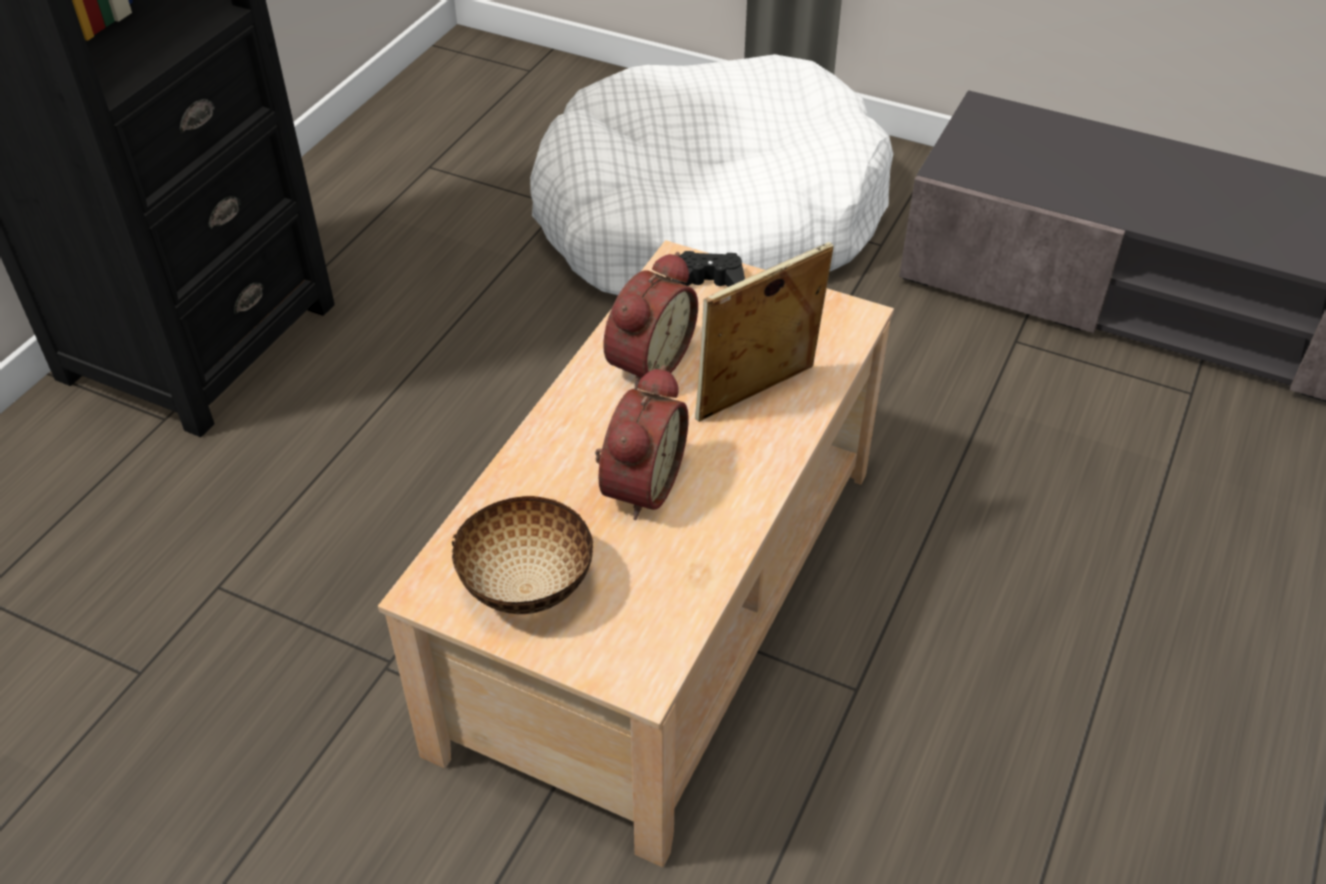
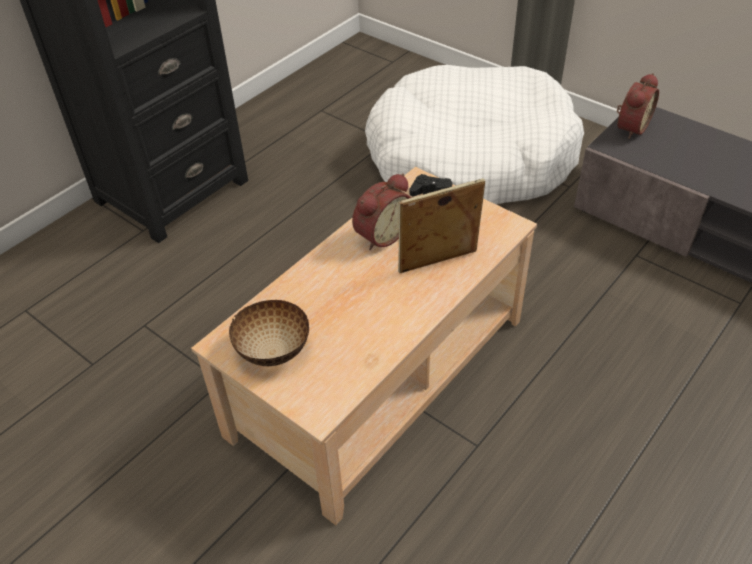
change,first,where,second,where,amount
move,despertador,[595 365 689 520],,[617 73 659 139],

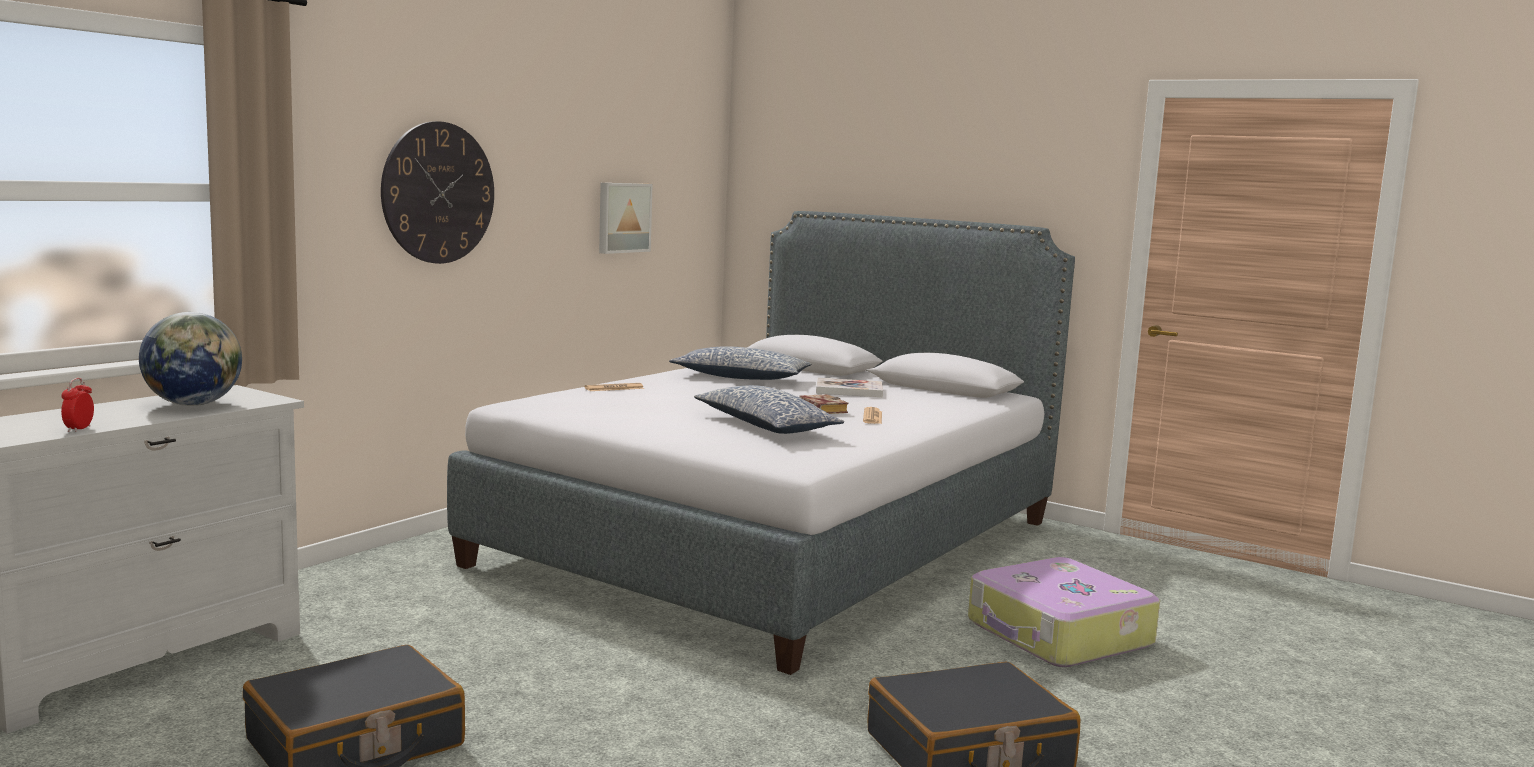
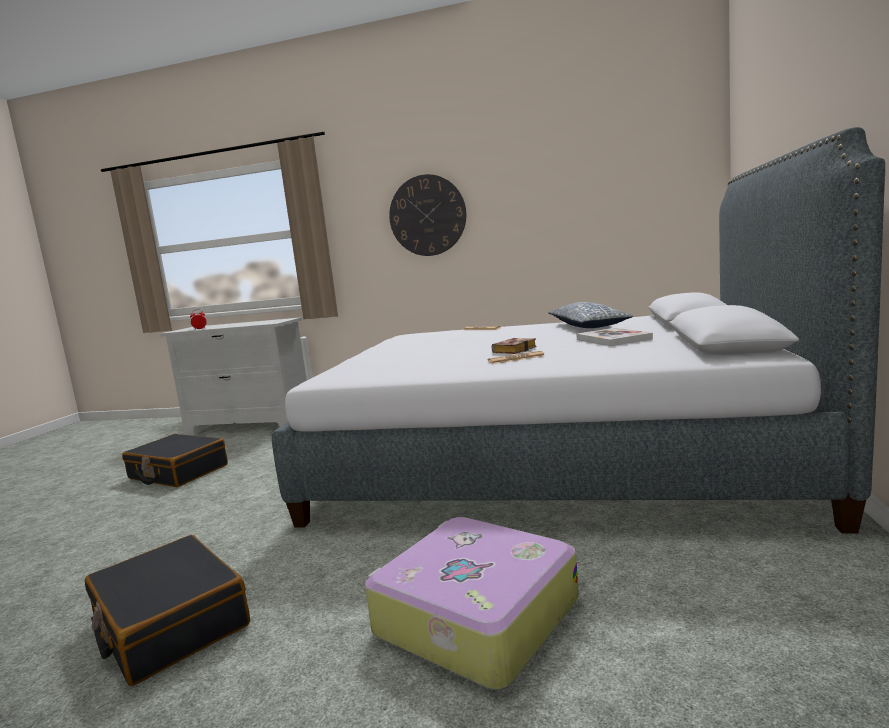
change,first,where,second,where,amount
delete,globo terráqueo,[139 312 242 406],,,
delete,cuadro,[599 183 653 254],,,
delete,cojín,[694 385 844 434],,,

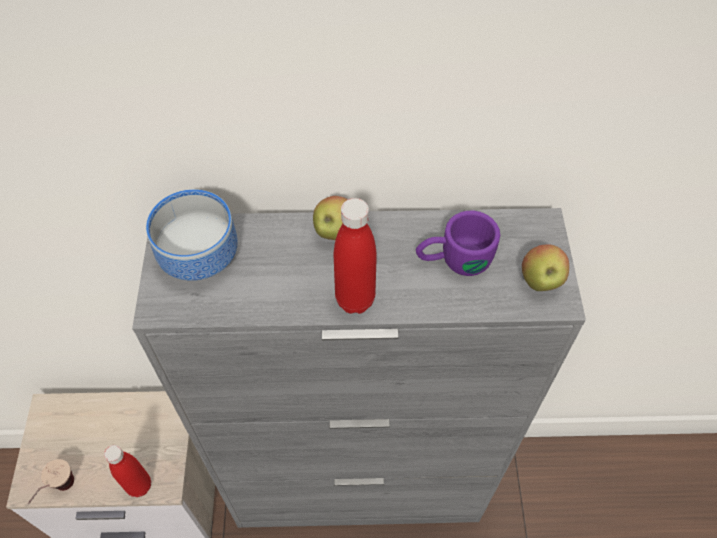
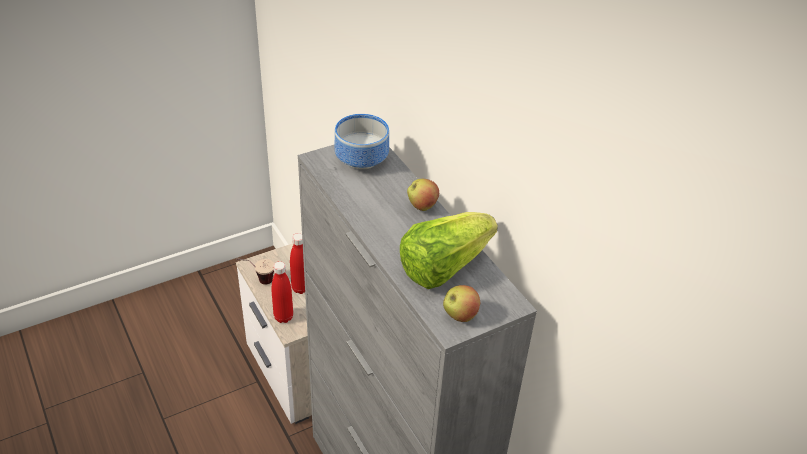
change,first,where,second,where,amount
move,botella [rojo],[334 198 377 314],,[290 233 305 294],
replace,taza grande [morado],[416 211 500 276],lechuga,[400 212 498 289],

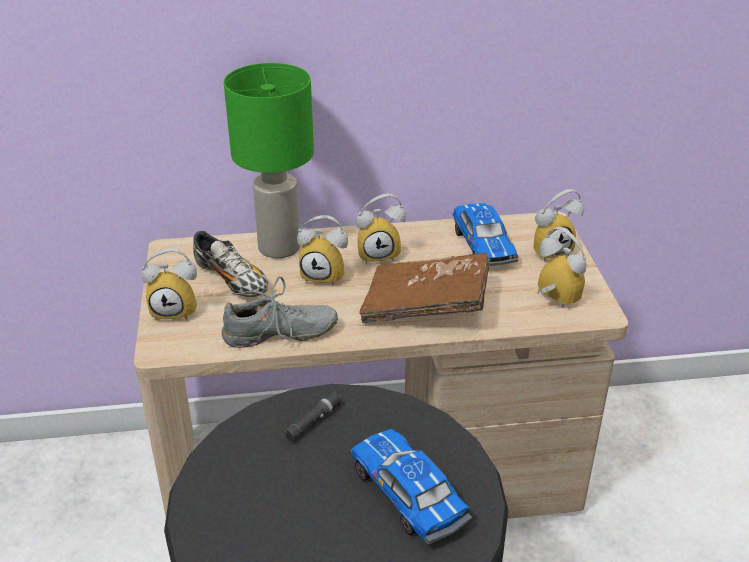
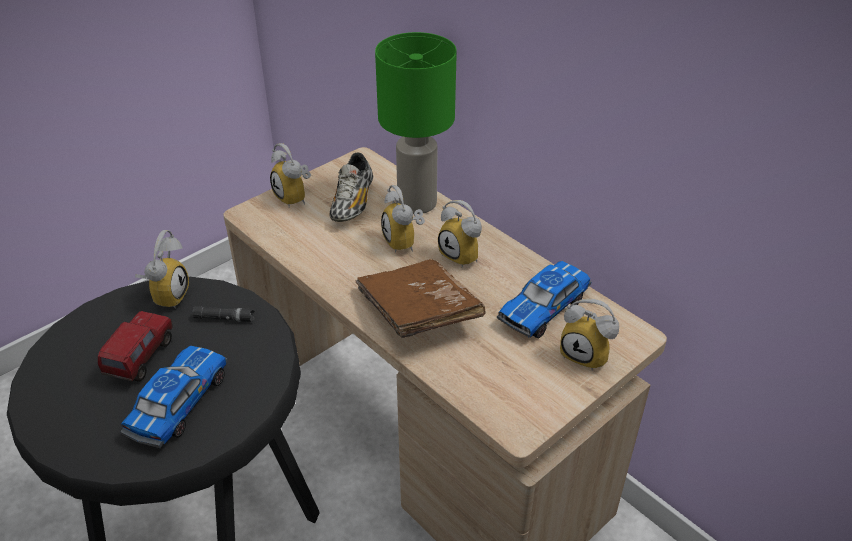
change,first,where,second,where,amount
insert,,,camión de juguete,[98 311 173 382],
move,despertador,[537 227 587 308],,[135 230 189 309],
delete,zapato [gris],[221 276 338 348],,,

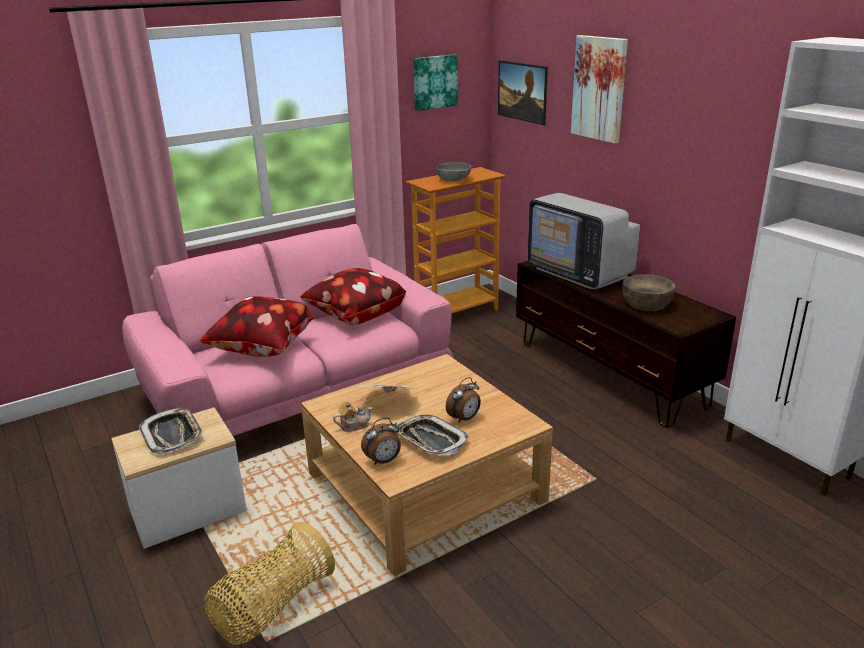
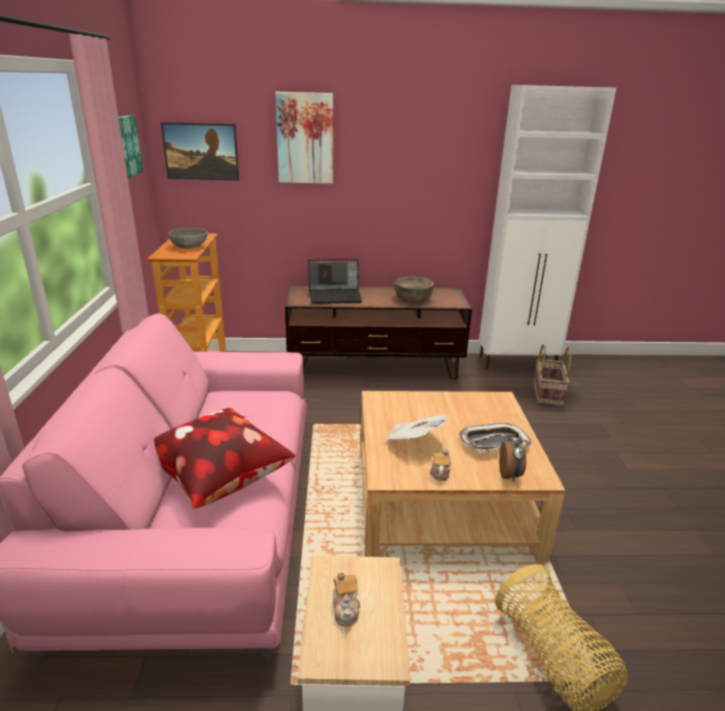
change,first,where,second,where,amount
replace,televisor,[528 193 640 289],portátil,[308 259 362 304],
replace,bandeja,[139 408 203 454],tetera,[333 571 360 626],
insert,,,cesta,[533 344 572 407],
delete,cojín,[300 268 406 325],,,
delete,despertador,[446 377 481 423],,,

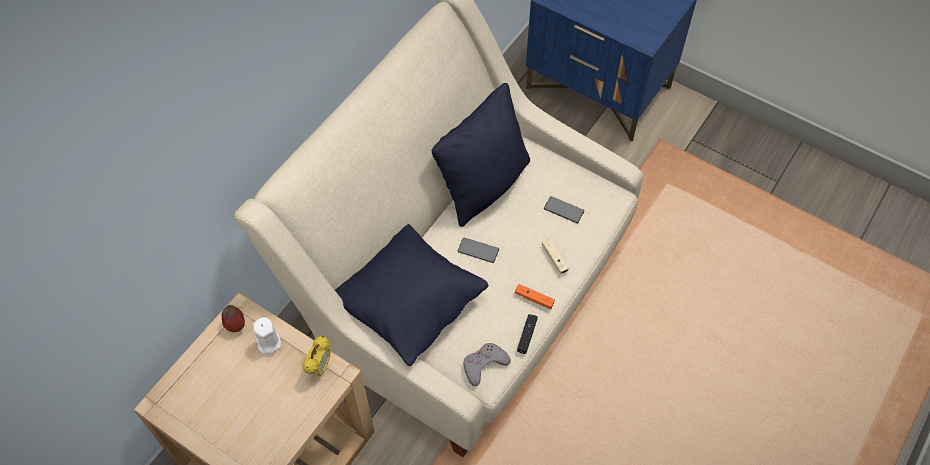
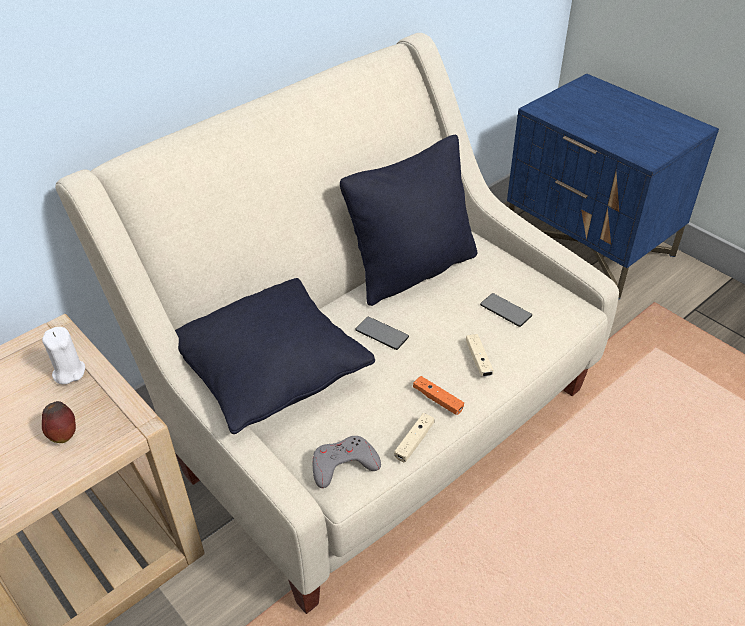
change,first,where,second,where,amount
move,manzana,[222 305 245 332],,[42 401 76 443],
recolor,mando de consola [negro],[517 314 537 354],mando de consola [beis],[394 413 434 463],
delete,despertador,[302 336 330 376],,,

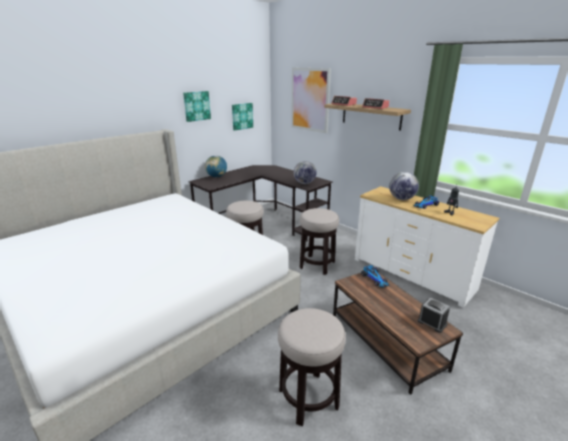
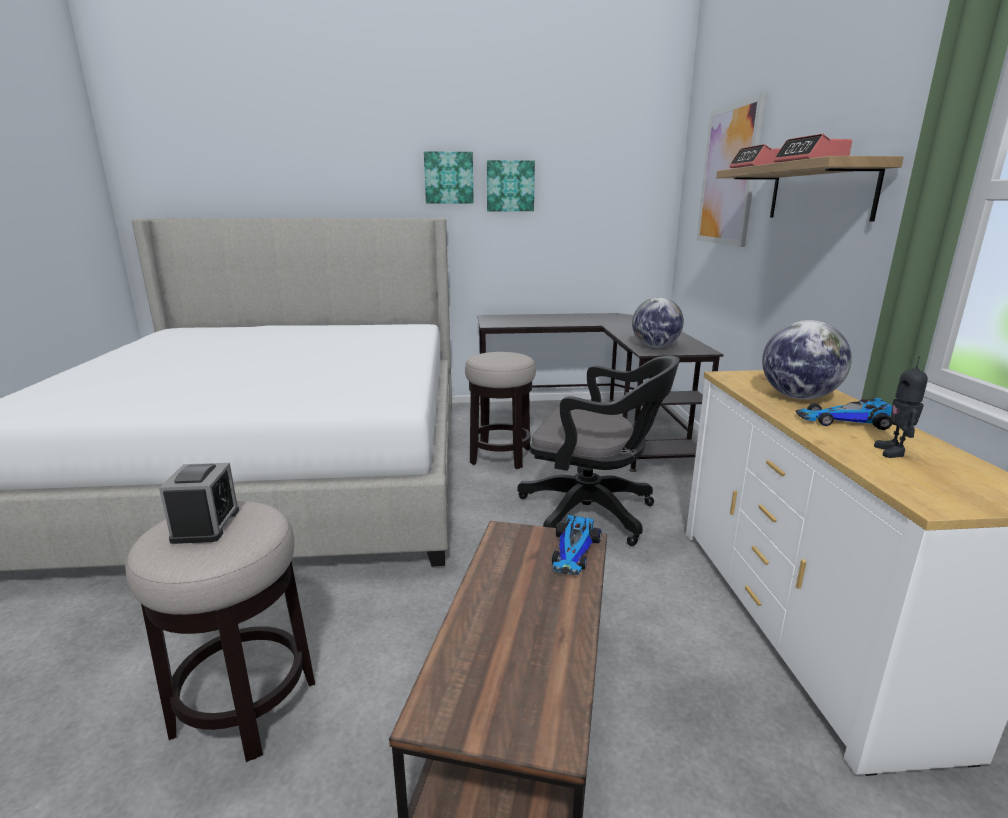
change,first,where,second,where,amount
move,despertador,[417 298 450 333],,[159 463 239 544],
move,cuadro,[232 103 253 130],,[424 151 474 204],
replace,taburete,[300 208 339 275],silla de oficina [negro],[517 356 680 546],
delete,globo terráqueo,[205 155 227 177],,,

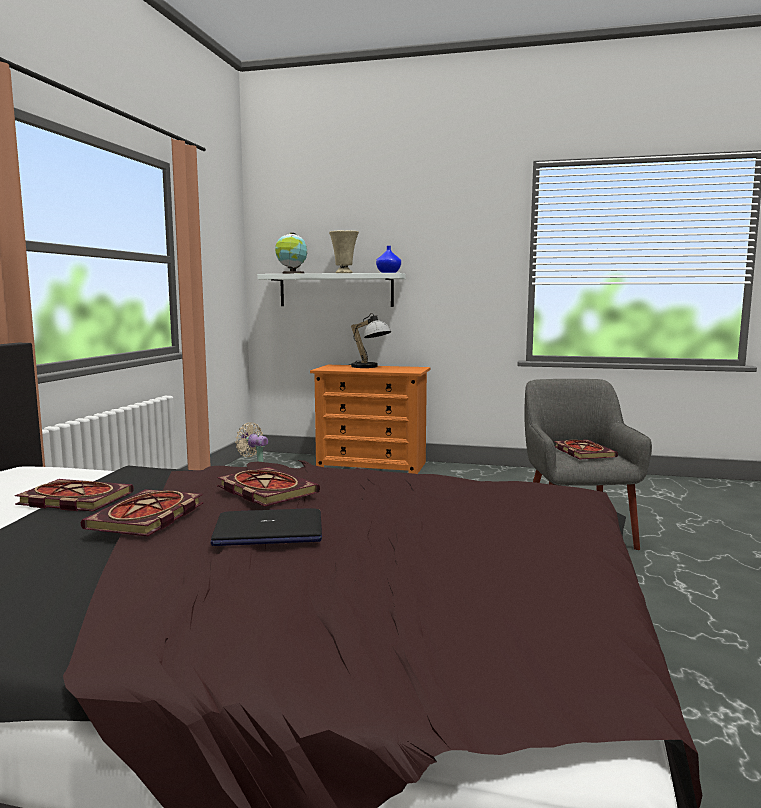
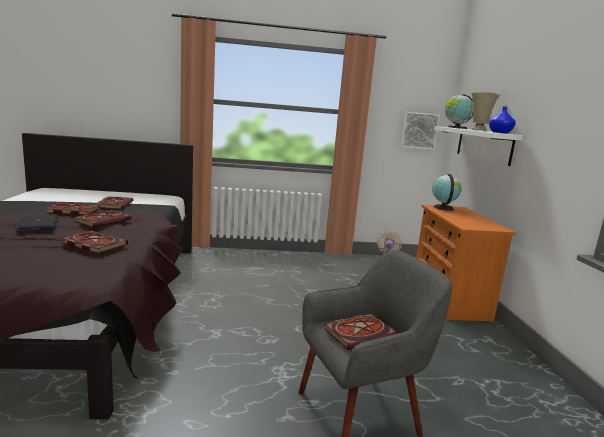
change,first,where,second,where,amount
insert,,,libro,[61 231 128 254],
insert,,,cuadro,[400 112 440 150],
insert,,,globo terráqueo,[432 174 462 211],
delete,lámpara de mesa,[349 313 391 368],,,

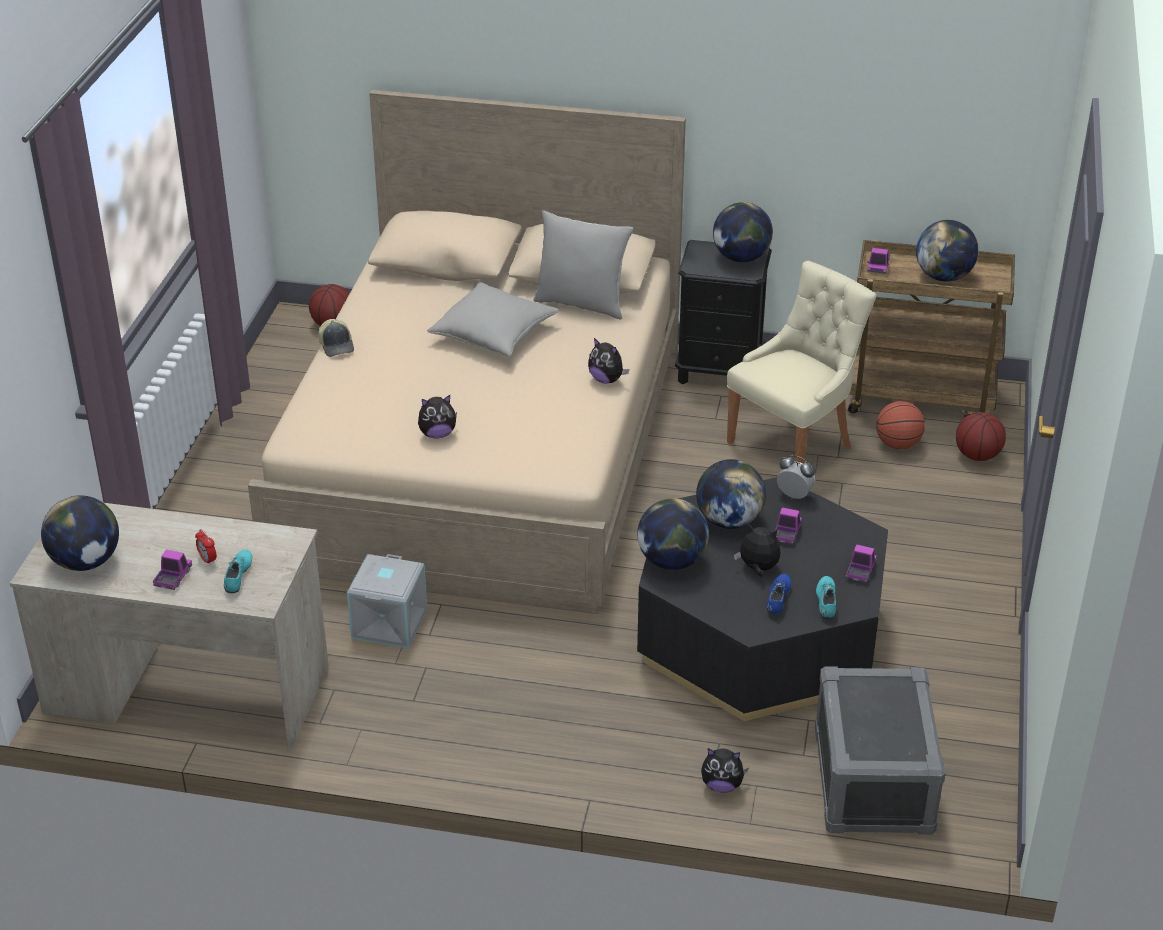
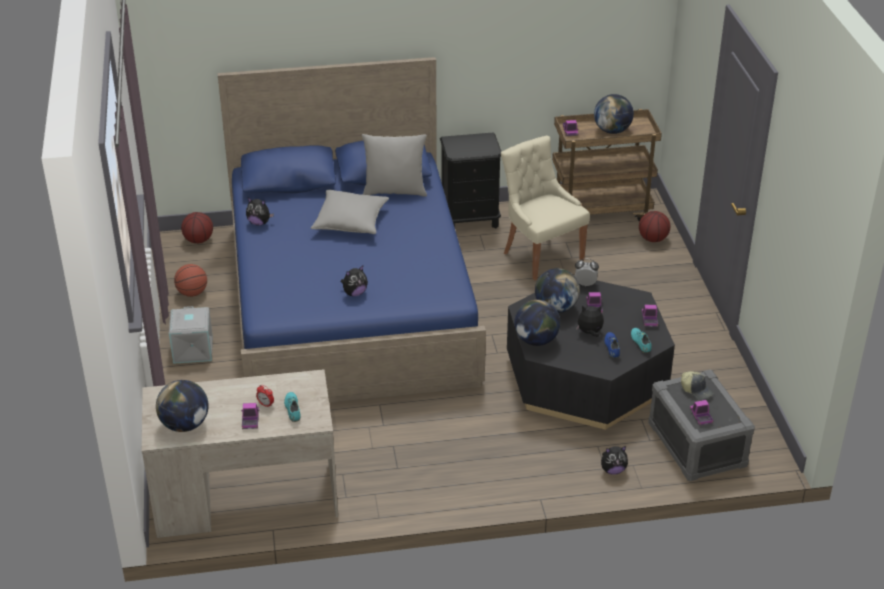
change,first,where,second,where,amount
move,caja de almacenaje [gris],[347 554 427 648],,[169 306 213 364],
move,balón de baloncesto,[876 401 925 449],,[174 264 207 297],
recolor,cama [beis],[248 90 686 614],cama [azul],[218 57 486 403],
move,peluche,[588 338 629 384],,[246 198 274 226],
rotate,silla [beis],[727 261 876 463],,[501 136 590 280],60 degrees counterclockwise
move,gorra,[319 319 354 357],,[681 371 714 401],
insert,,,camión de juguete,[690 400 714 426],
delete,globo terráqueo,[713 202 773 262],,,

